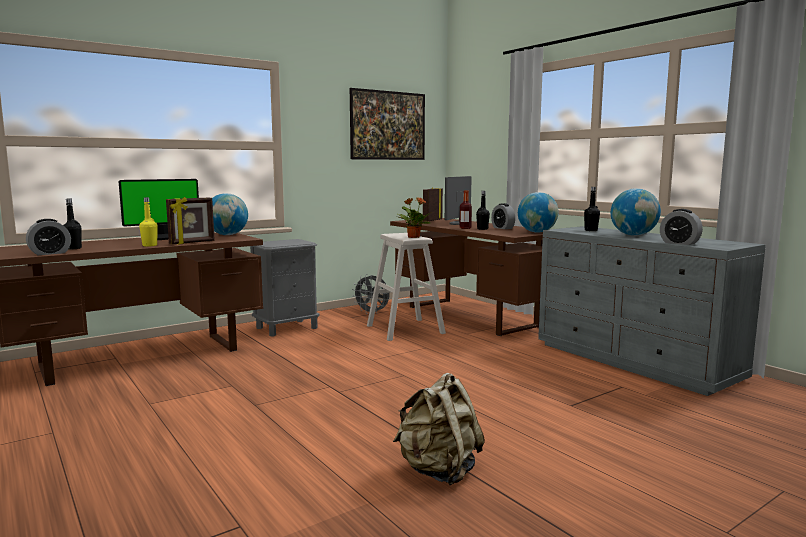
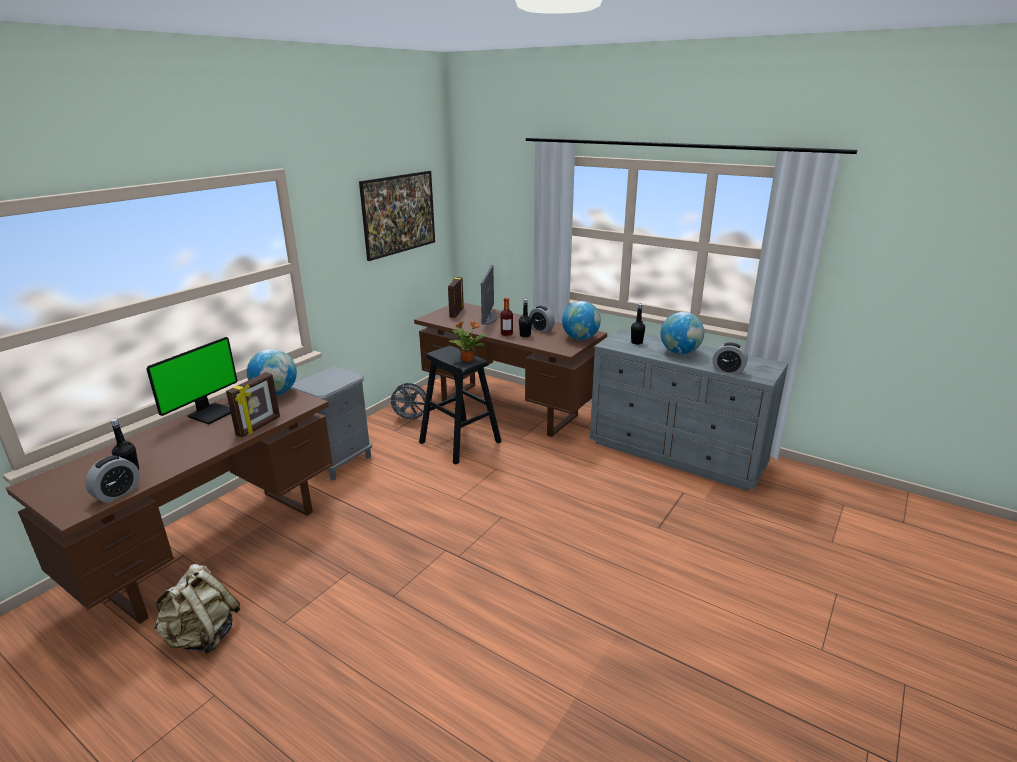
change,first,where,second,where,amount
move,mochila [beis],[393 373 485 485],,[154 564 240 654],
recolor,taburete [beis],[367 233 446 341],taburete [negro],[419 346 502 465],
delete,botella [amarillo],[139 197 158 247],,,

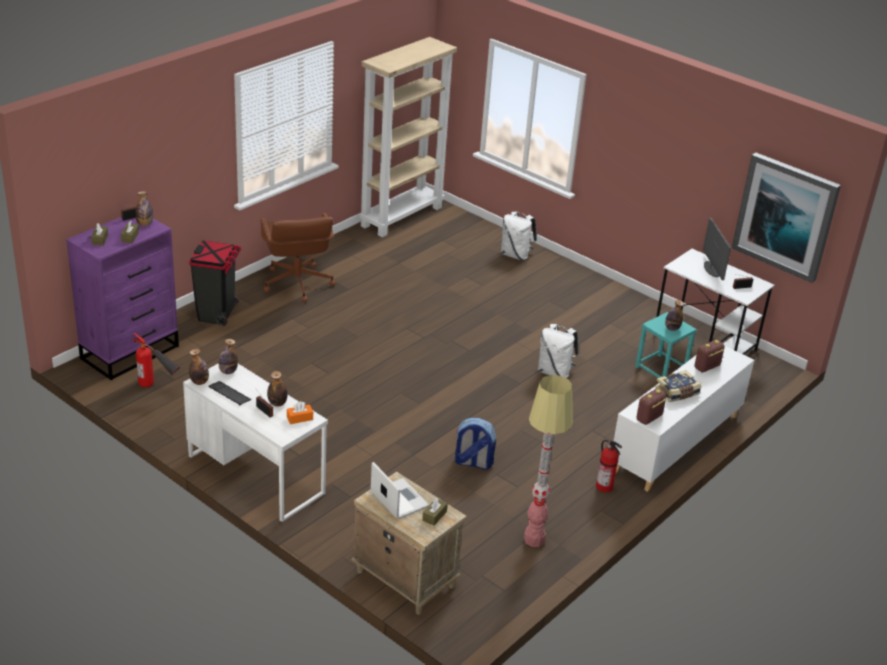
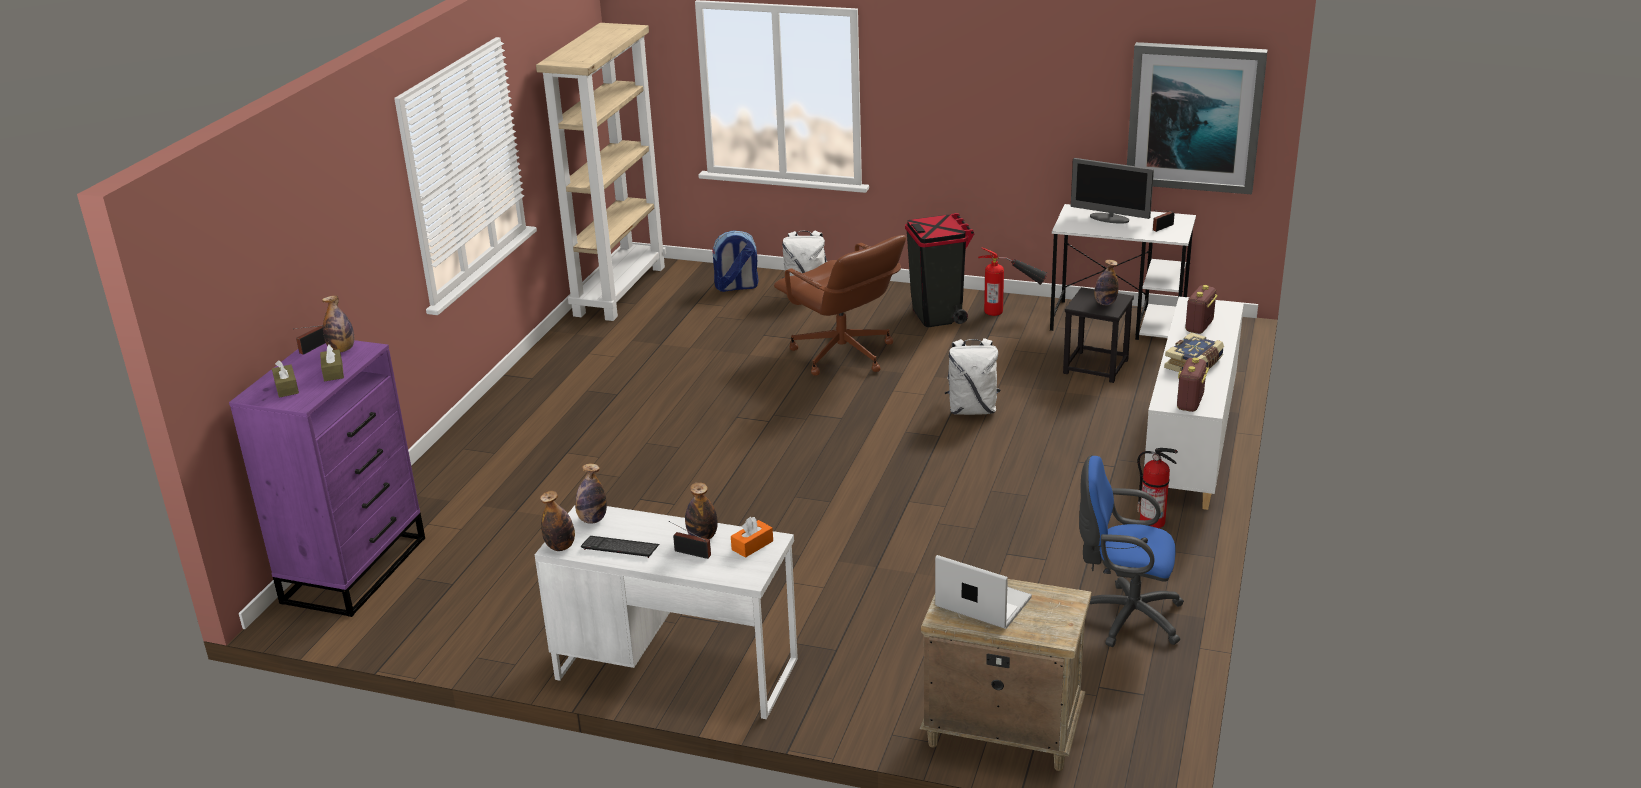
change,first,where,second,where,amount
move,mochila,[455 418 496 470],,[712 230 758 292],
move,silla de oficina [marrón],[261 213 336 302],,[774 235 906 376],
move,papelera [negro],[189 241 241 326],,[905 213 974 327],
move,extintor,[132 333 180 387],,[978 248 1047 316],
recolor,taburete [turquesa],[635 312 697 378],taburete [negro],[1063 287 1134 383],
rotate,monitor,[703 218 731 280],,[1071 158 1154 224],150 degrees clockwise
replace,lámpara de pie,[524 375 573 547],silla de oficina [azul],[1079 455 1184 647],
delete,caja de pañuelos [marrón],[422 498 448 526],,,

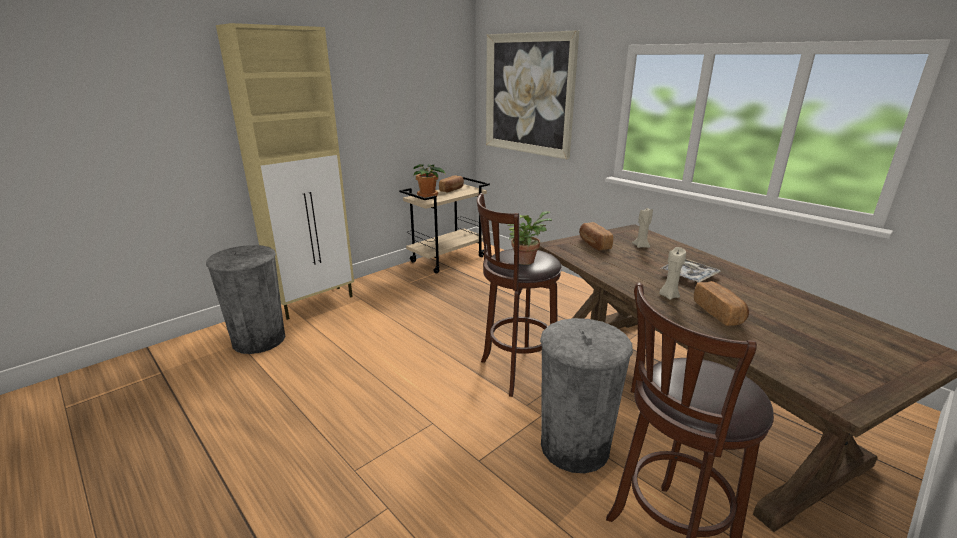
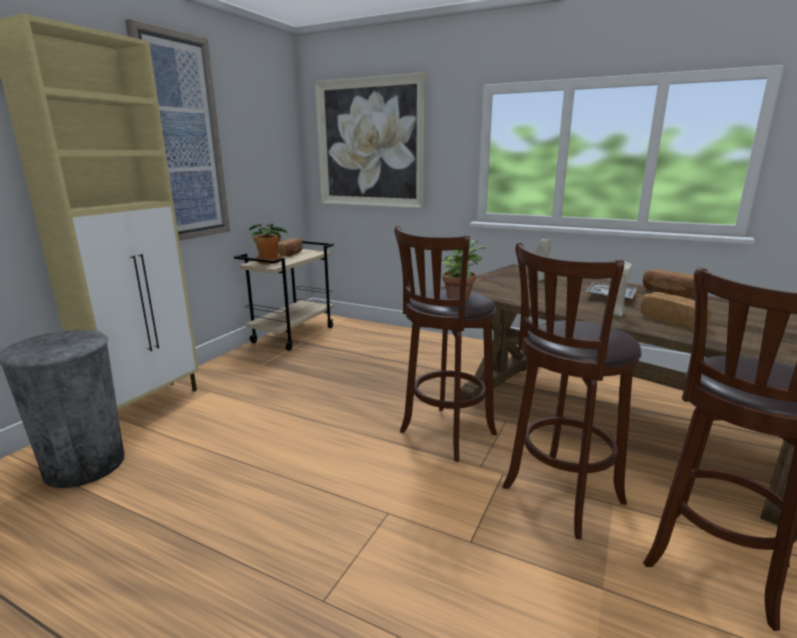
change,first,where,second,where,amount
insert,,,cuadro,[125 19 230 241],
replace,papelera [gris],[540 318 633 473],taburete [marrón],[503 242 641 539],
move,pan,[579 222 613 250],,[643 269 695 298],

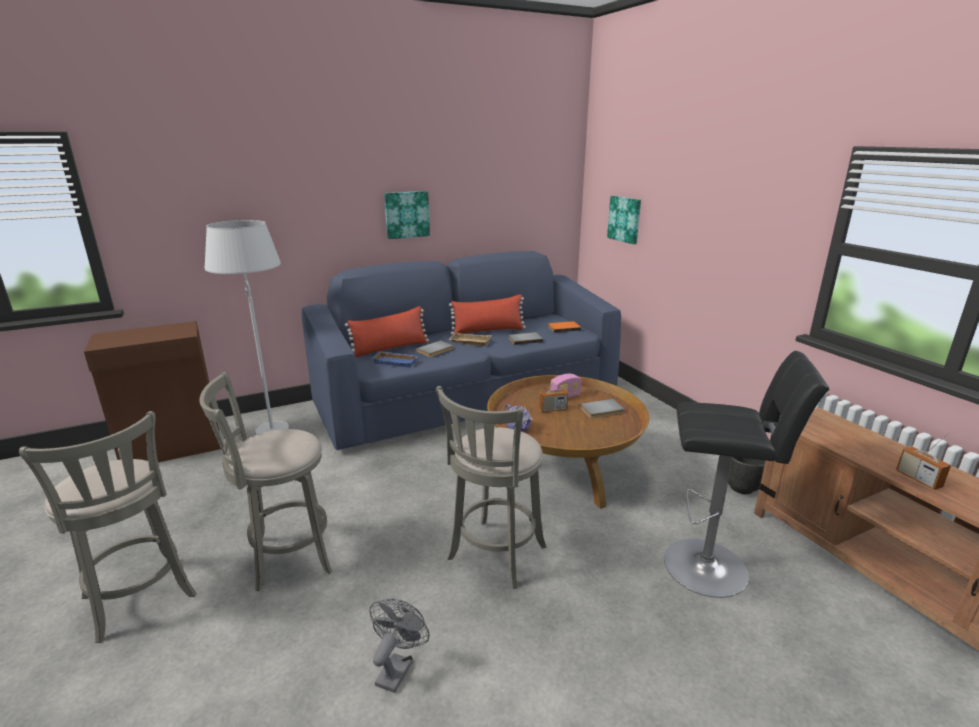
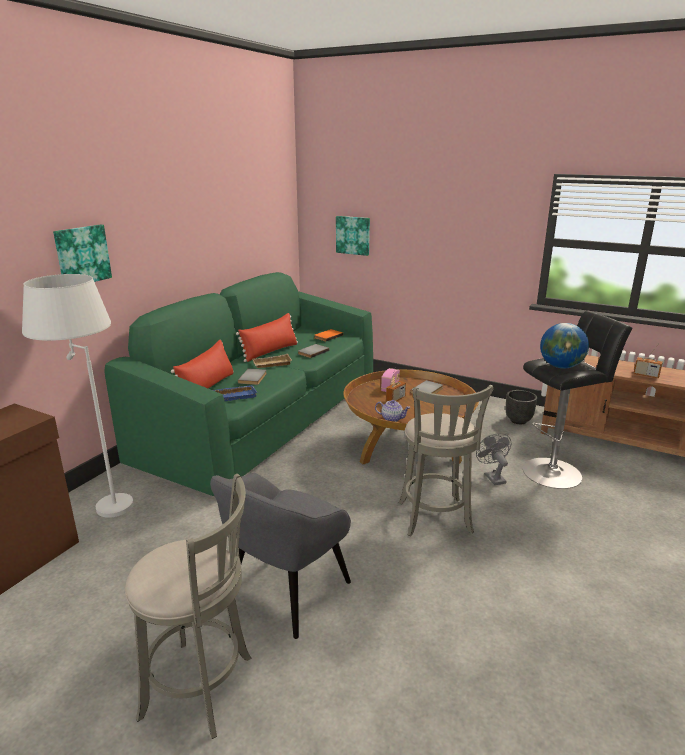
change,first,where,second,where,amount
move,cuadro,[384 191 430 239],,[53 225 112 282],
recolor,sofá [azul],[301 251 621 450],sofá [verde],[104 272 373 496],
replace,taburete [gris],[199 372 332 591],sillón [gris],[210 473 351 639],
move,ventilador [gris],[369 599 429 693],,[476 433 512 485],
insert,,,globo terráqueo,[540 323 589 368],

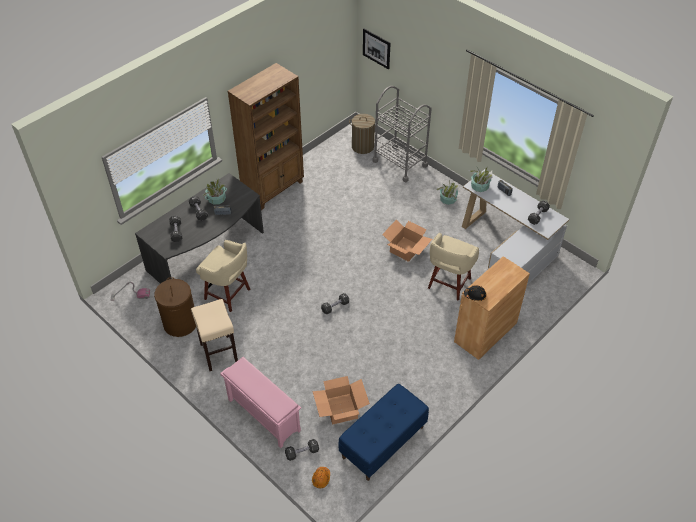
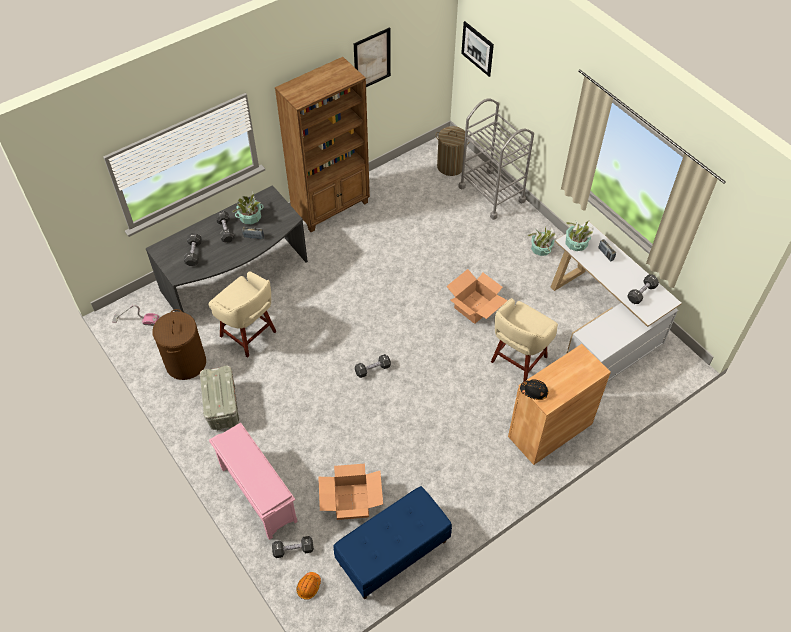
change,first,where,second,where,amount
replace,taburete [beis],[191 299 238 371],caja de almacenaje [gris],[200 366 239 430],
insert,,,cuadro,[354 27 391 87],

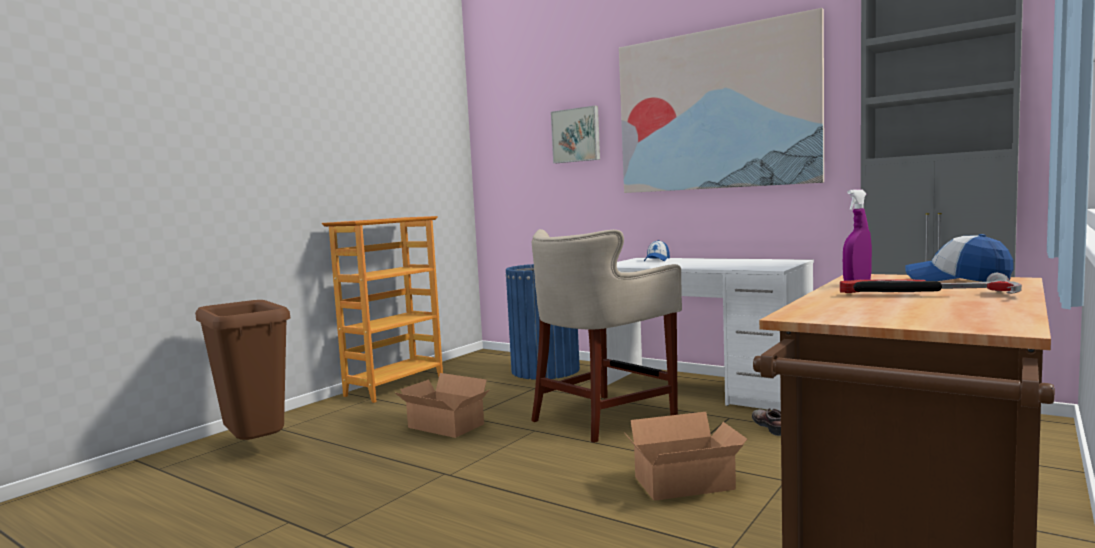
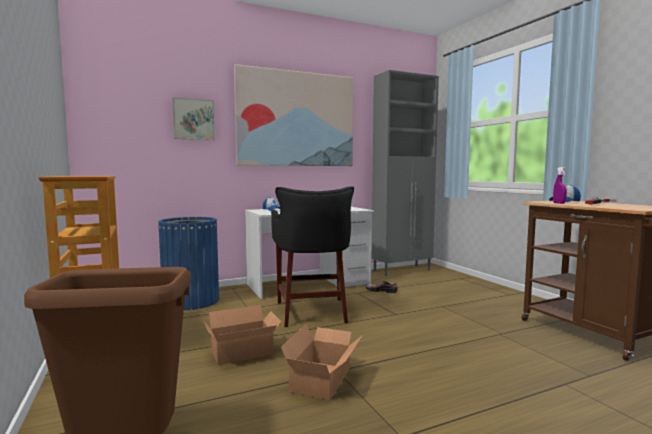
change,first,where,second,where,amount
recolor,taburete [beis],[531 229 682 443],taburete [negro],[271 186 354 327],
move,caja de cartón,[624 412 747 501],,[281 324 363 400],

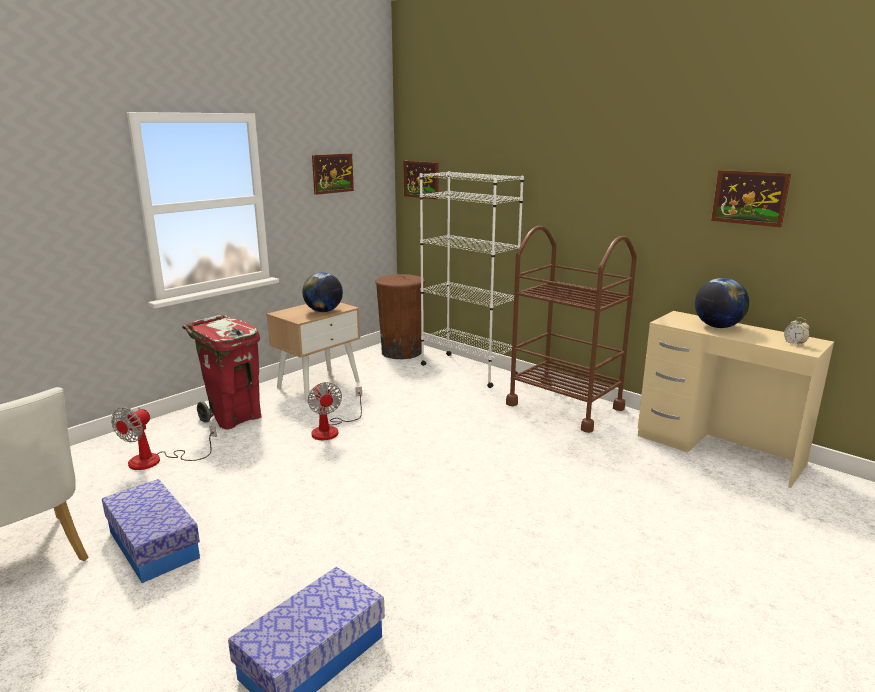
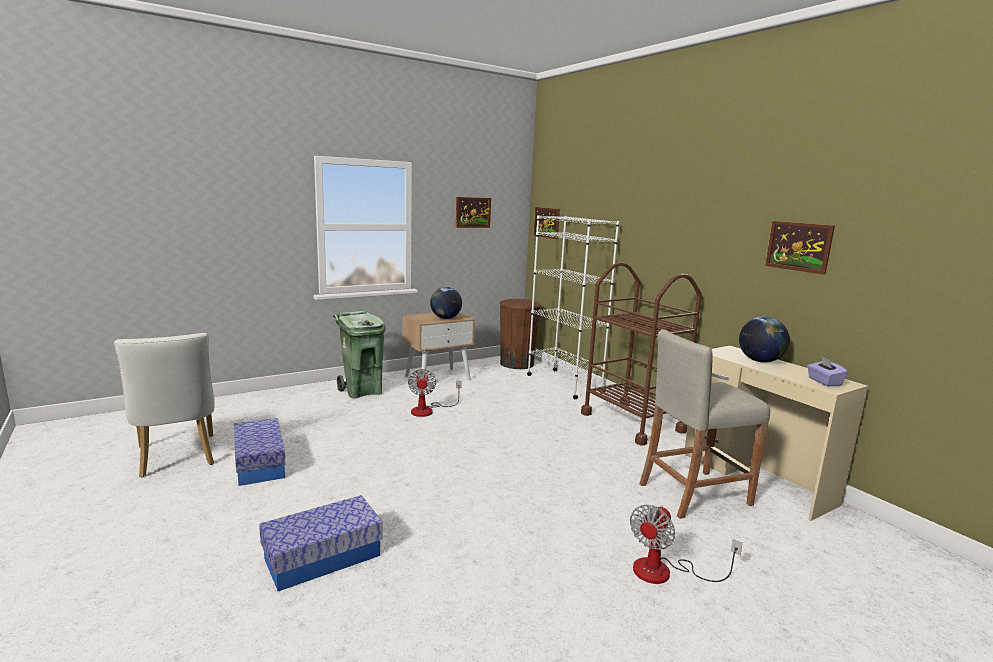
change,first,where,second,where,amount
recolor,papelera [rojo],[182 315 262 430],papelera [verde],[333 311 386 399],
move,ventilador,[111 407 217 470],,[630 505 743 584],
insert,,,taburete [beis],[639 329 770 519],
replace,despertador,[784 317 810 346],caja de pañuelos [morado],[807 356 848 386],

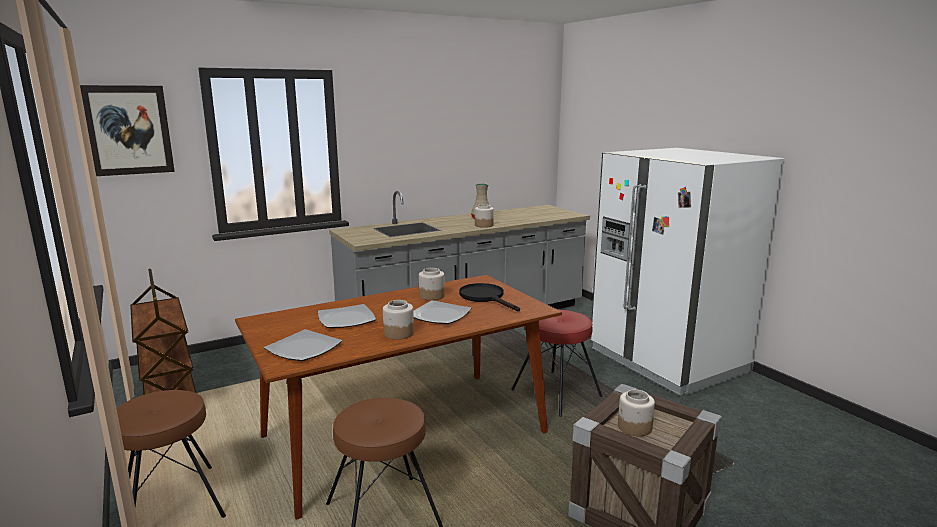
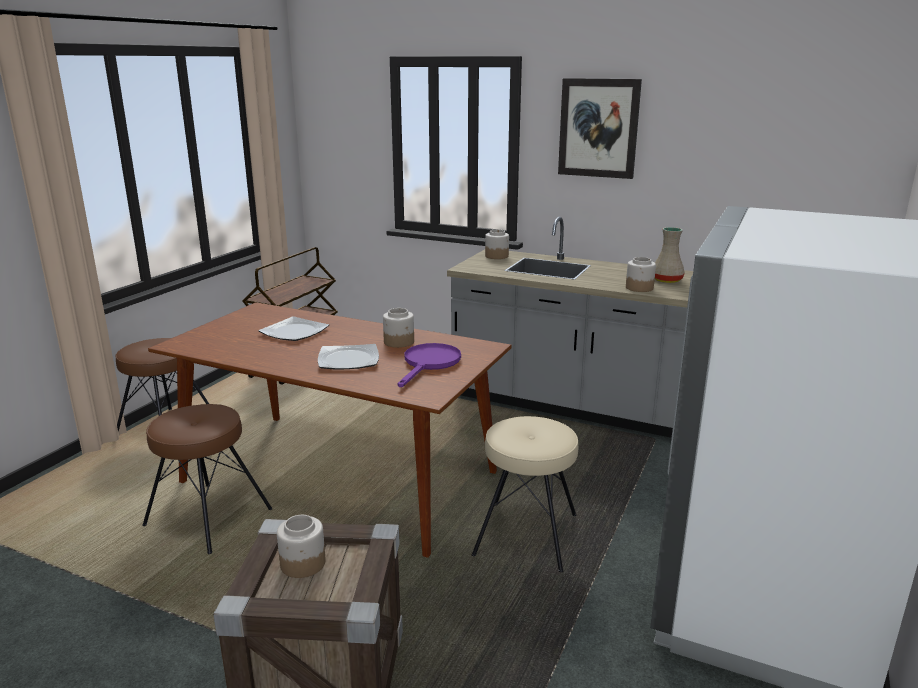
change,first,where,second,where,amount
recolor,sartén [negro],[459 283 520 311],sartén [morado],[397 343 461 387],
recolor,taburete [rojo],[511 310 603 417],taburete [beis],[472 416 578 572],
move,tarro,[383 300 414 340],,[485 229 509 259],
move,cuadro,[80 85 175 176],,[558 78 642 179],
delete,plato,[264 329 342 361],,,

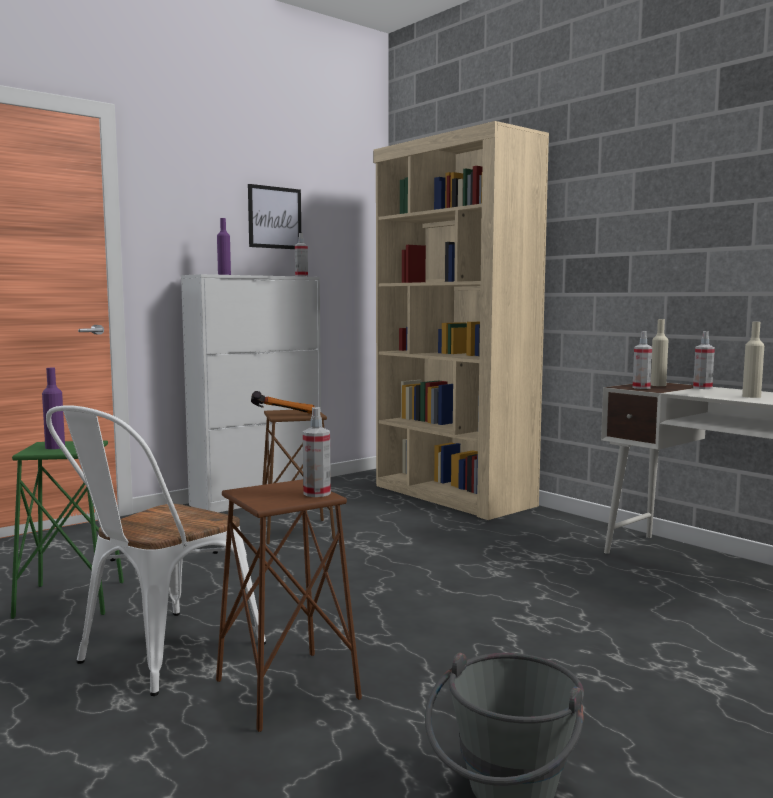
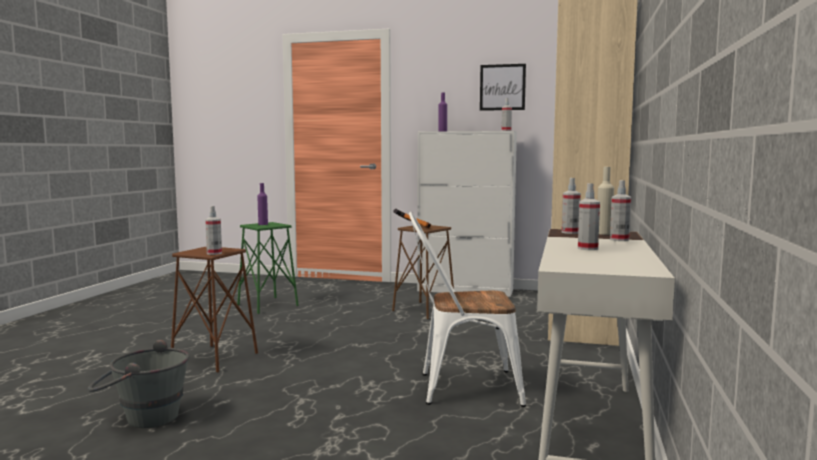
change,first,where,second,where,amount
move,silla [blanco],[46 405 266 696],,[409 212 526 407],
replace,botella [beis],[742 322 764 398],pulverizador,[578 183 600 250],

